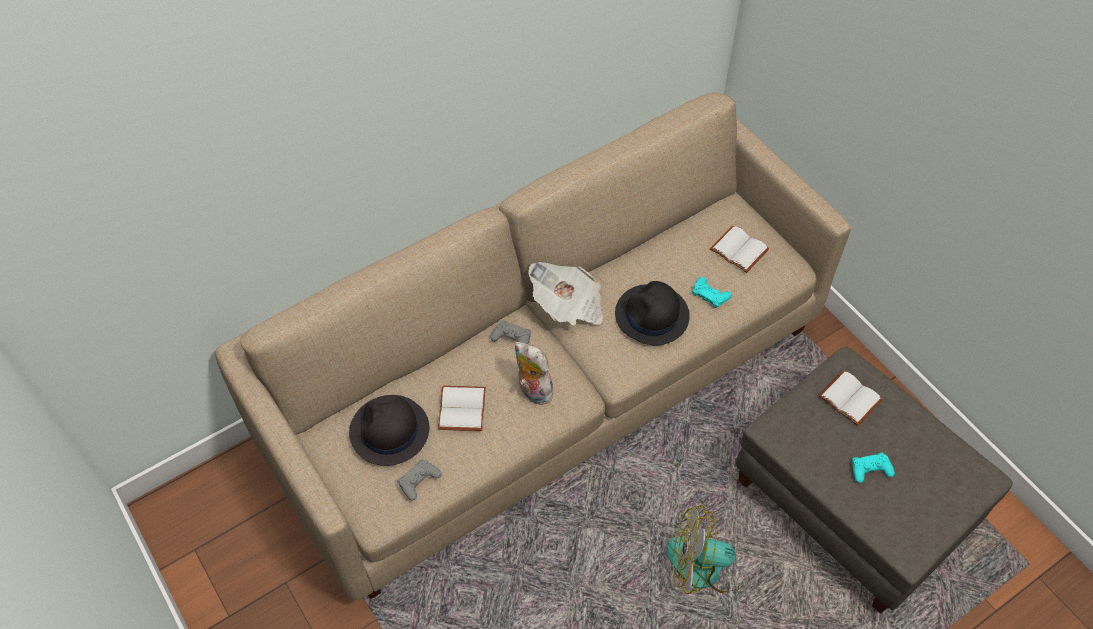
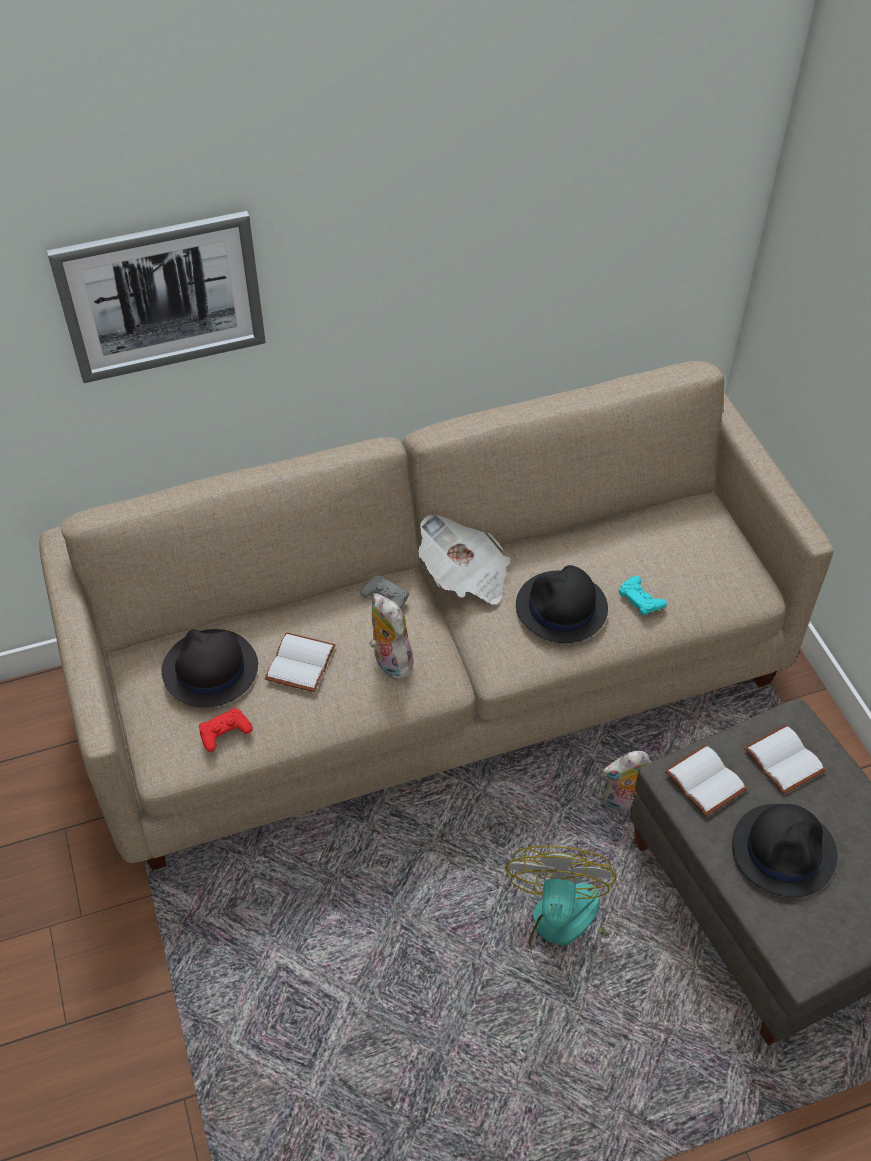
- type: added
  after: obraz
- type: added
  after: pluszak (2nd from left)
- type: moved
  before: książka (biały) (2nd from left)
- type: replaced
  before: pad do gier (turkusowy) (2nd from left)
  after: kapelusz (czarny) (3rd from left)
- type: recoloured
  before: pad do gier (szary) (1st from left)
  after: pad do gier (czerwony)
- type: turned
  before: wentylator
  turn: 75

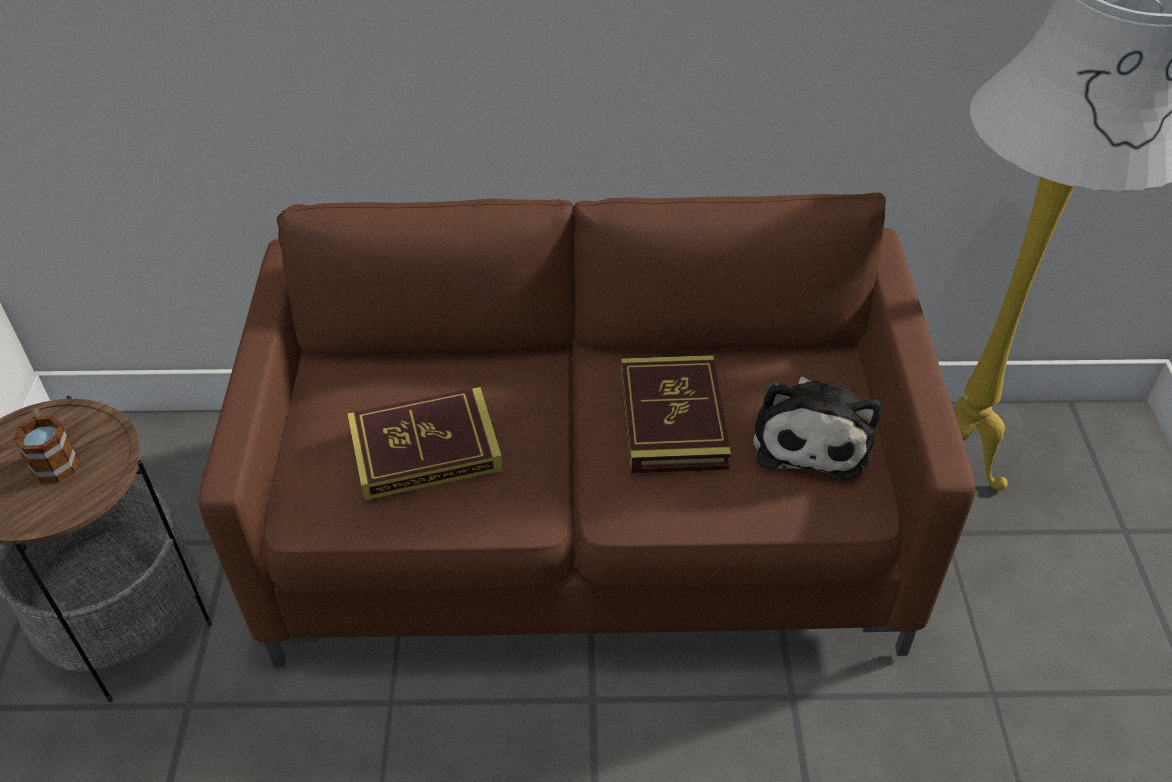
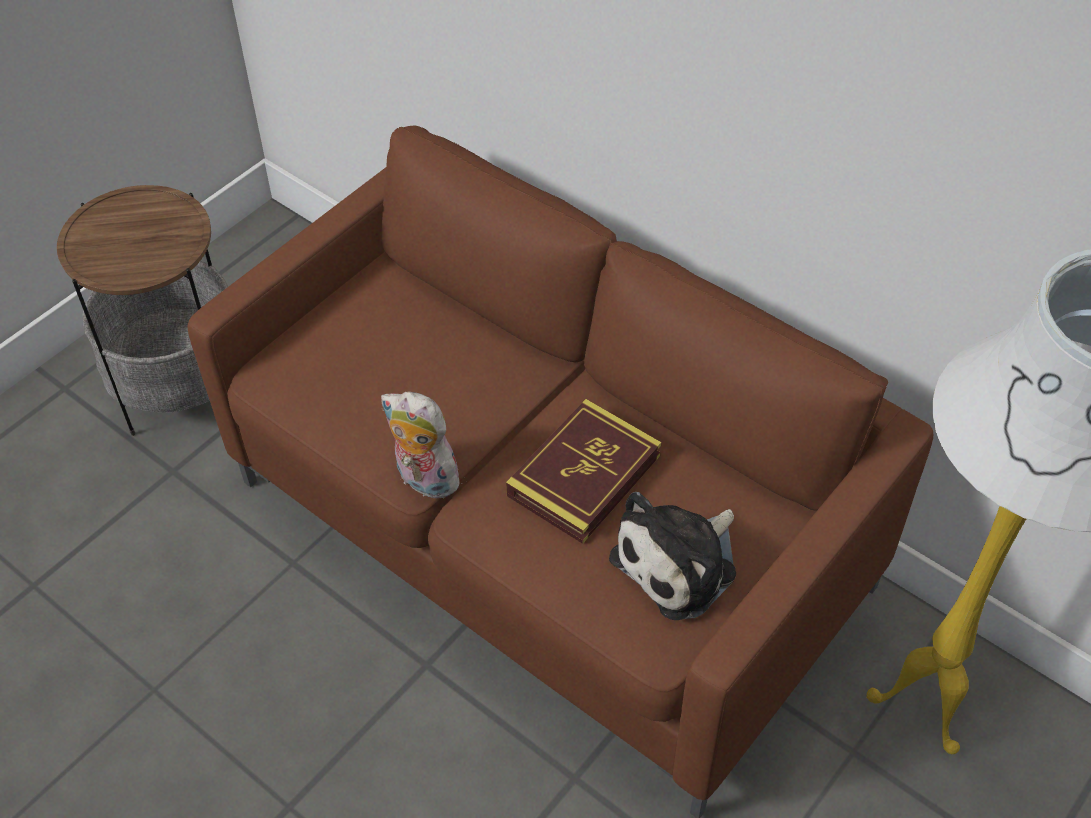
- type: removed
  before: kubek
- type: removed
  before: książka (1st from left)
- type: added
  after: pluszak (1st from left)

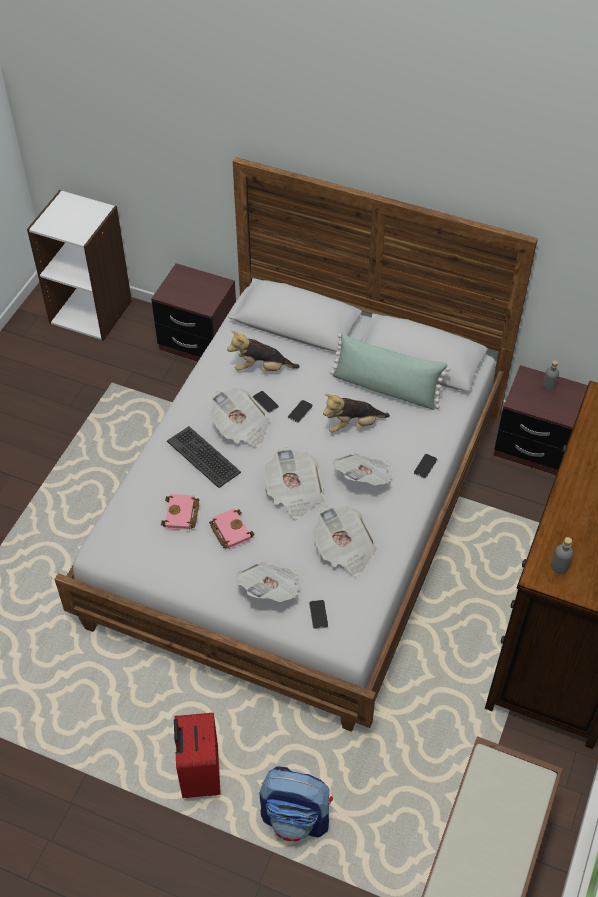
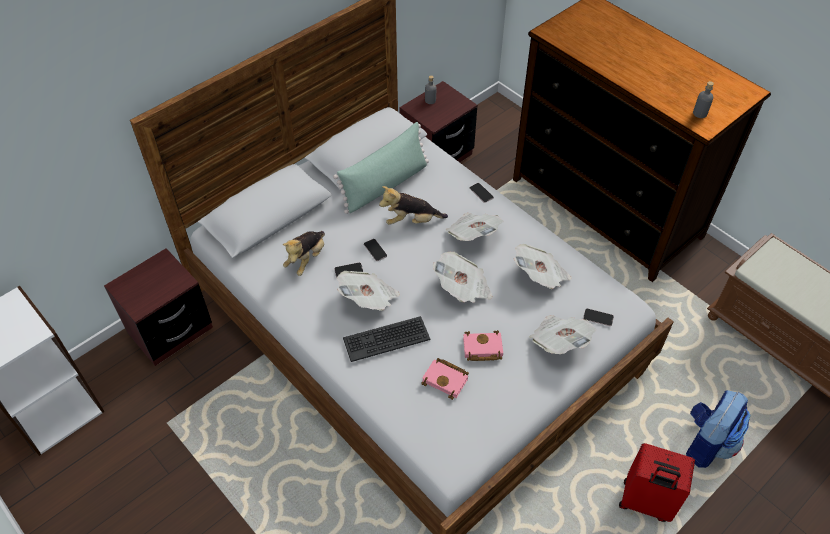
- type: turned
  before: pluszak (2nd from left)
  turn: 75

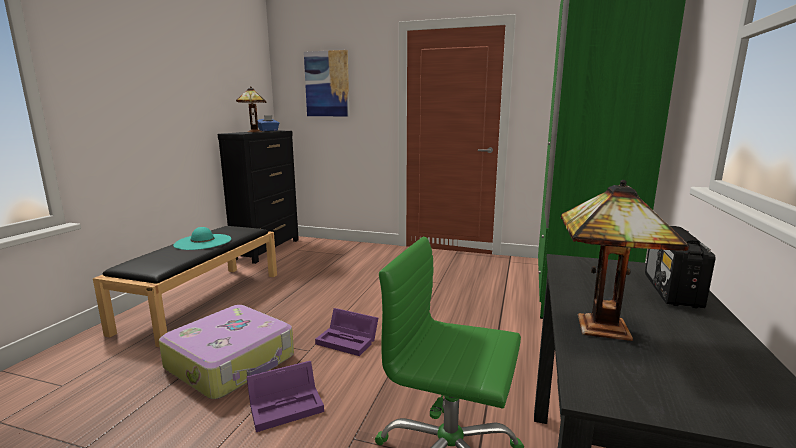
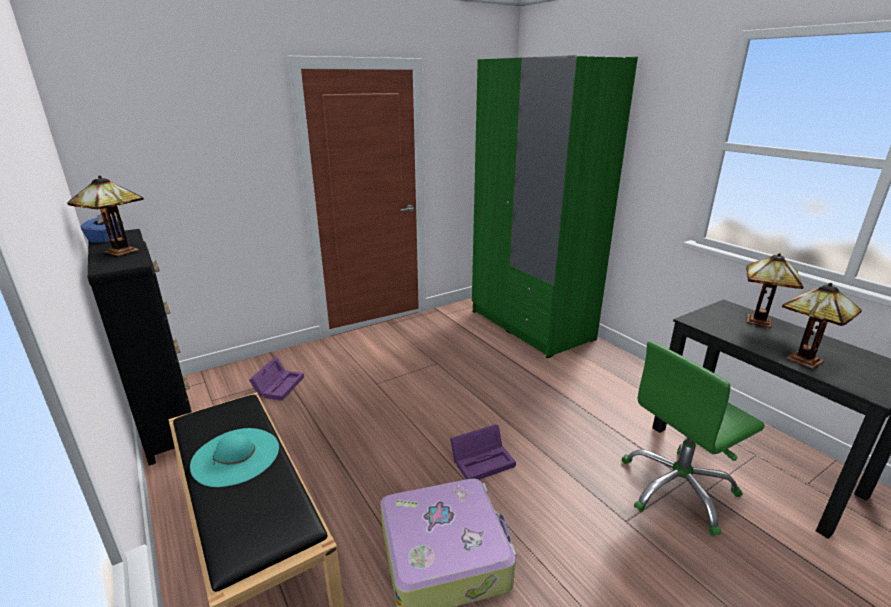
- type: removed
  before: obraz
- type: moved
  before: pojemnik do przechowywania (fioletowy) (1st from left)
- type: replaced
  before: radio
  after: lampa stołowa (2nd from left)

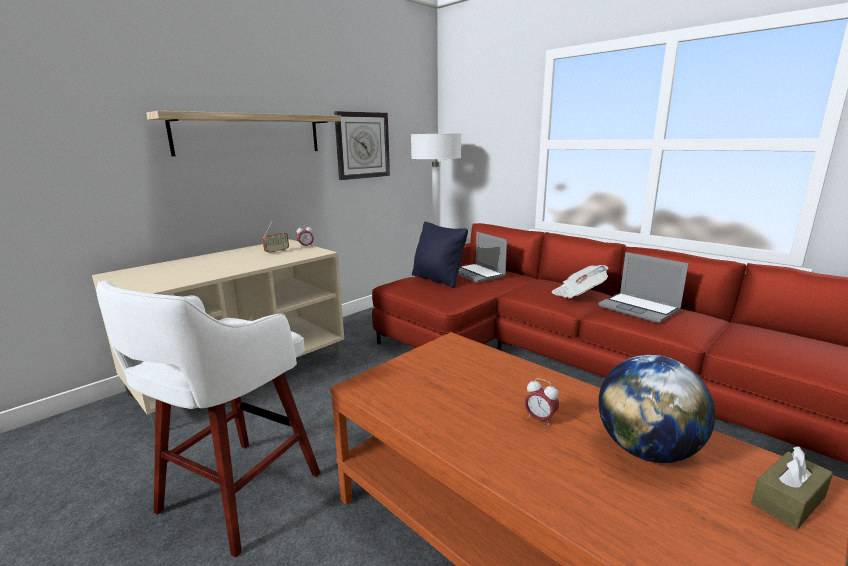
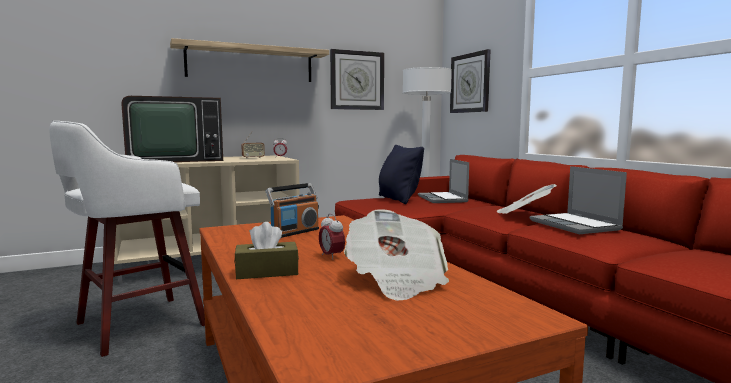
- type: added
  after: telewizor
- type: added
  after: radio (2nd from left)
- type: added
  after: zegar ścienny (2nd from left)
- type: moved
  before: pudełko chusteczek (brązowy)
- type: replaced
  before: globus
  after: gazeta (1st from left)

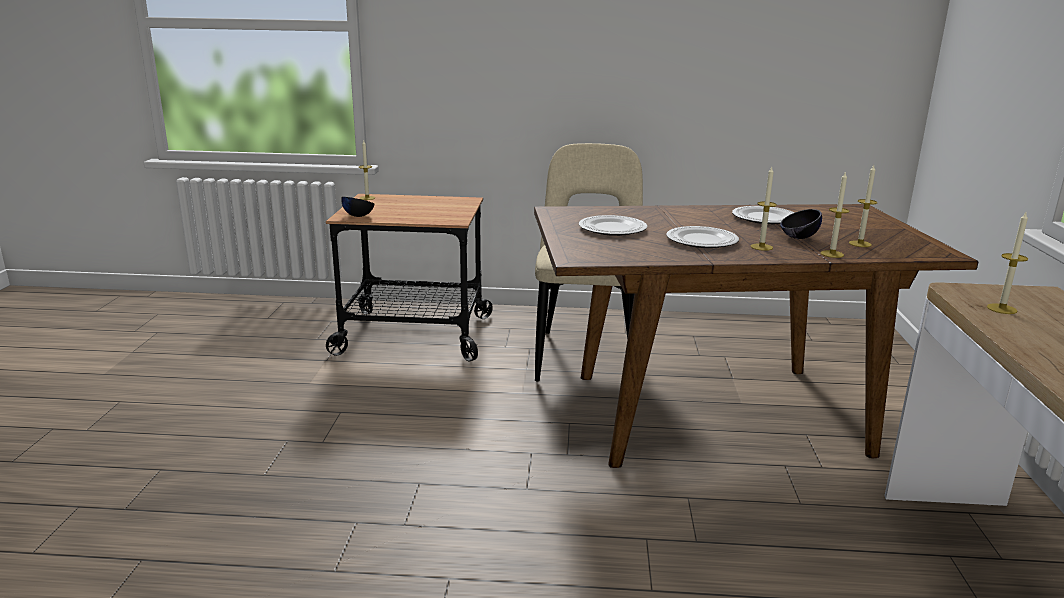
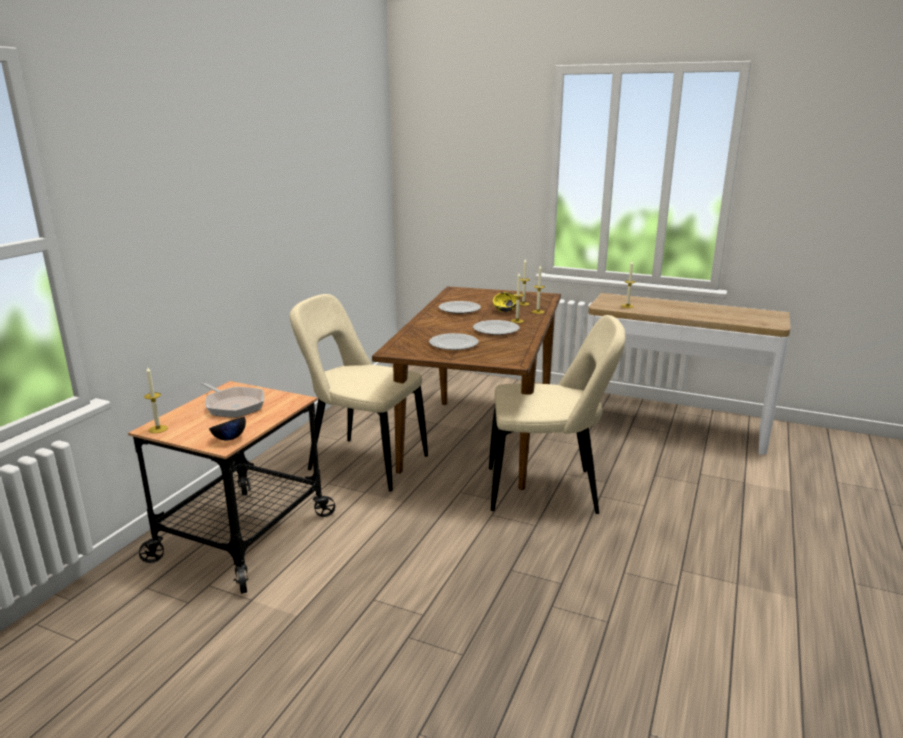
- type: added
  after: patelnia
- type: added
  after: krzesło (beżowy) (2nd from left)
- type: recoloured
  before: miska (czarny) (2nd from left)
  after: miska (żółty)

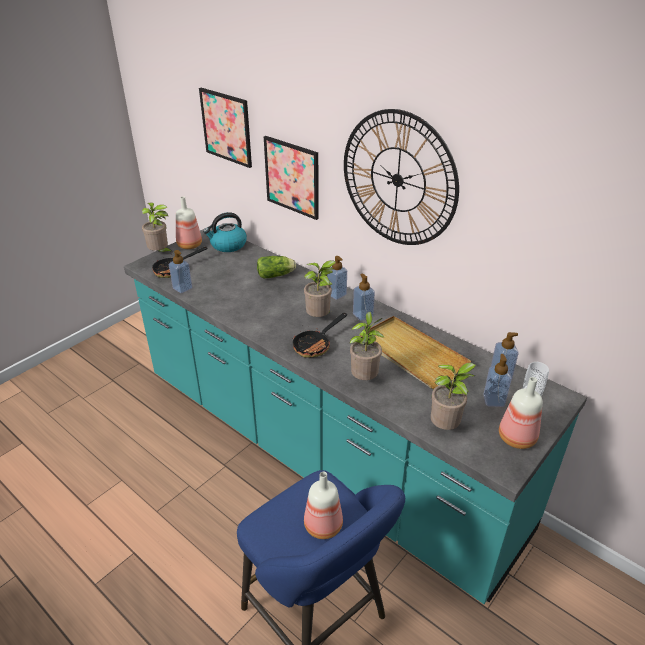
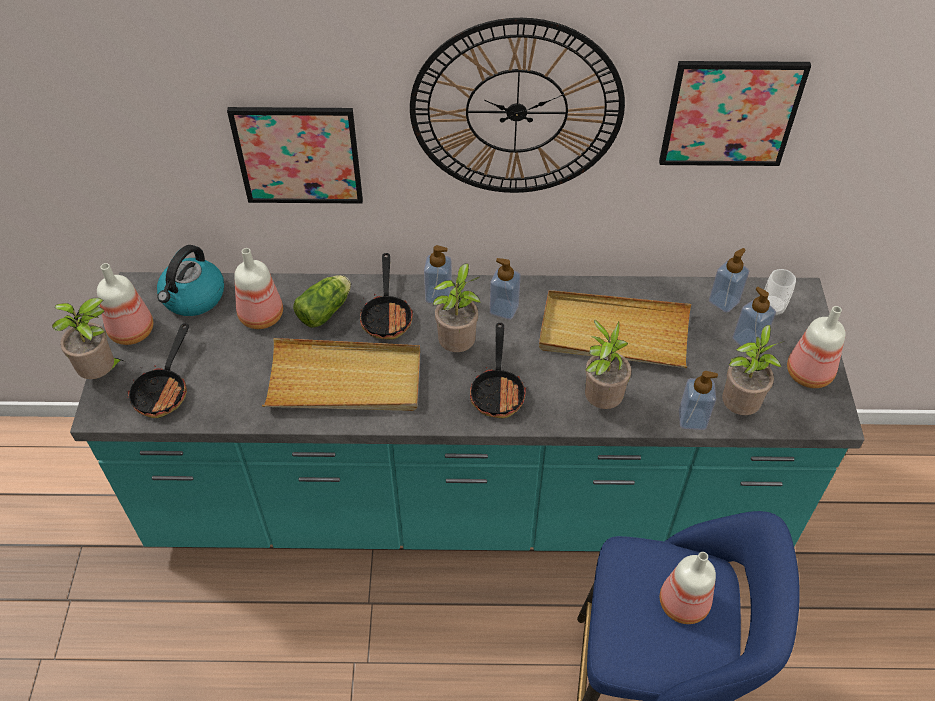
- type: added
  after: butelka (2nd from left)
- type: added
  after: taca (beżowy) (1st from left)
- type: added
  after: patelnia (2nd from left)
- type: moved
  before: dozownik mydła (1st from left in the first image)
  after: dozownik mydła (3rd from left)
- type: moved
  before: obraz (1st from left in the first image)
  after: obraz (2nd from left)

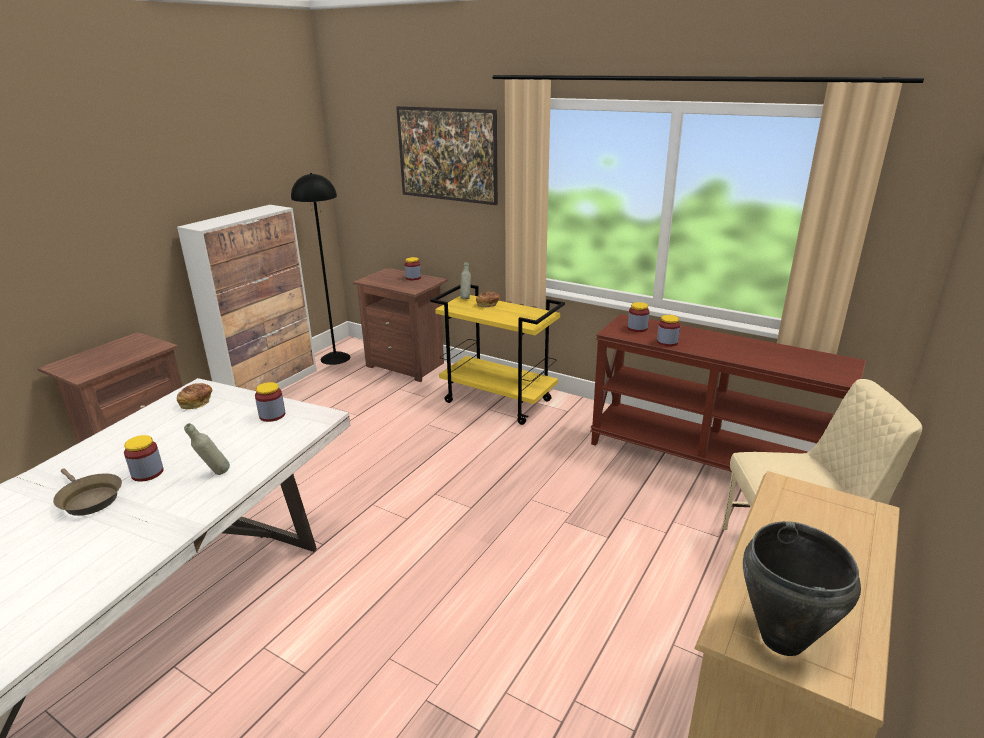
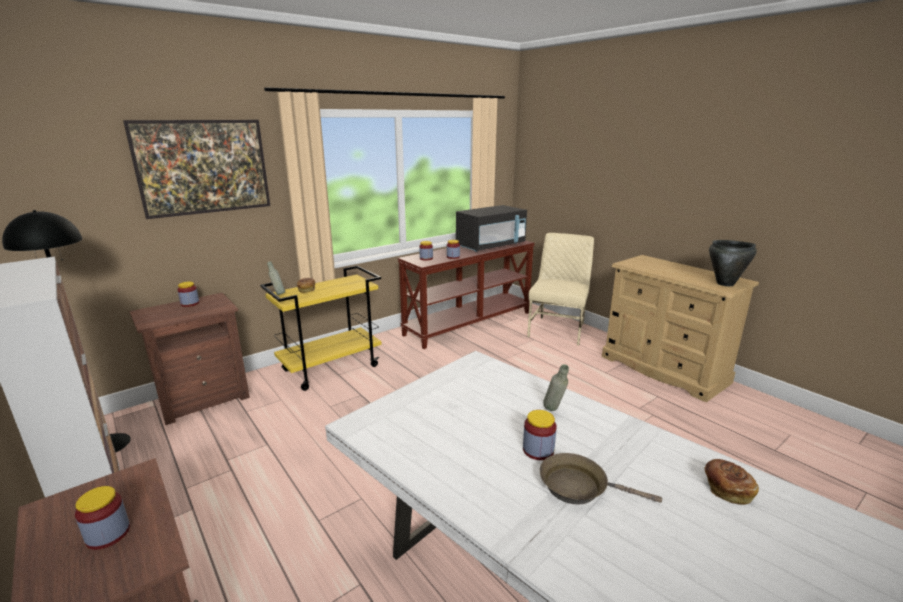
- type: added
  after: mikrofalówka (czarny)
- type: moved
  before: chleb (1st from left in the first image)
  after: chleb (2nd from left)
- type: moved
  before: słoik (2nd from left in the first image)
  after: słoik (1st from left)
- type: turned
  before: patelnia (brązowy)
  turn: -135

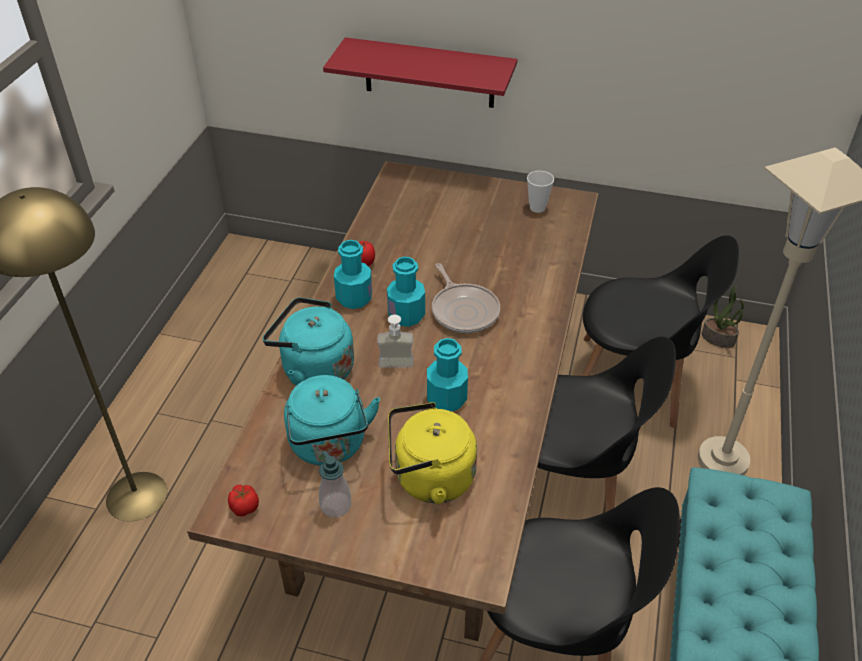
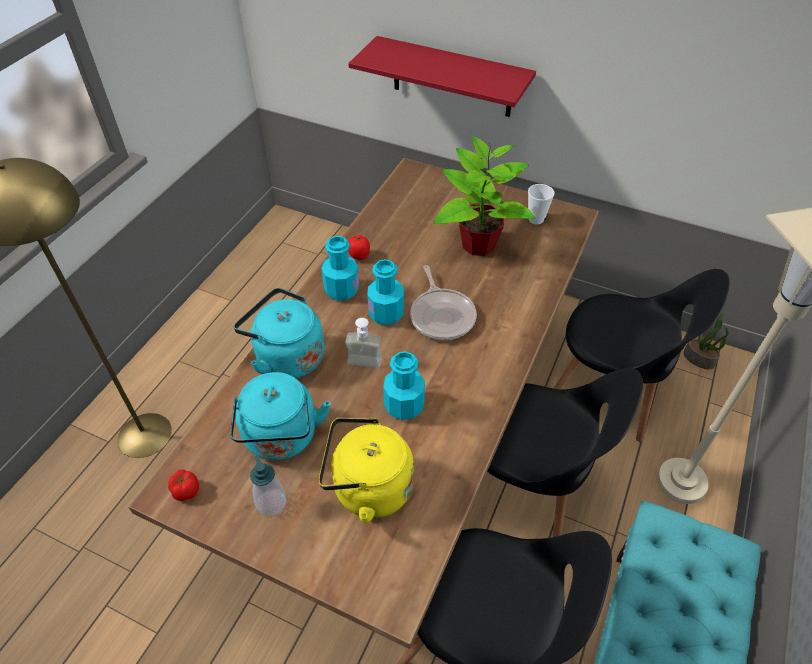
- type: added
  after: roślina doniczkowa (1st from left)

